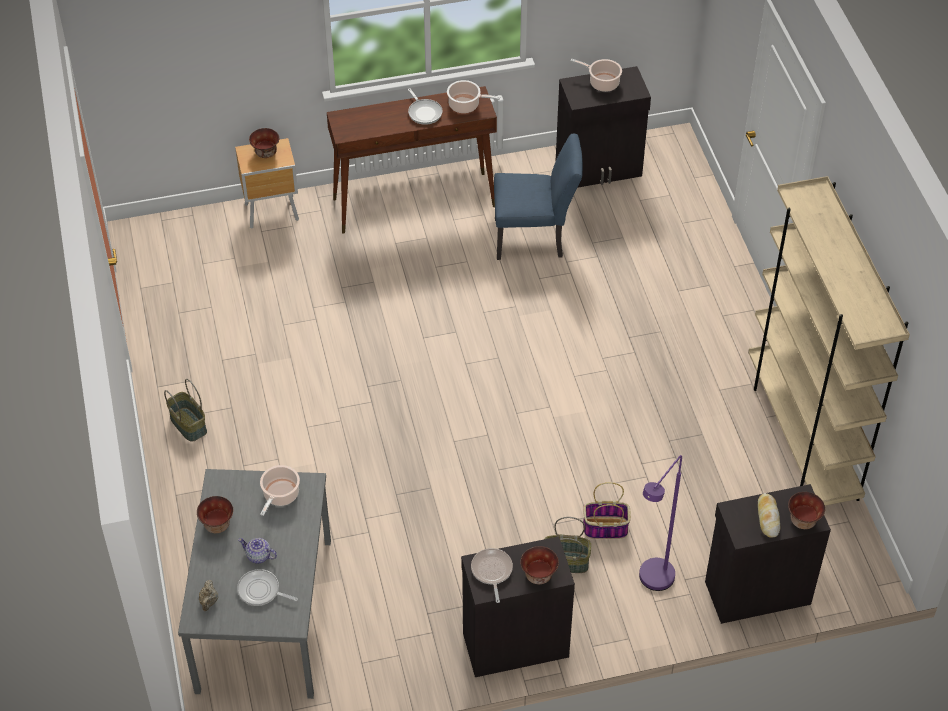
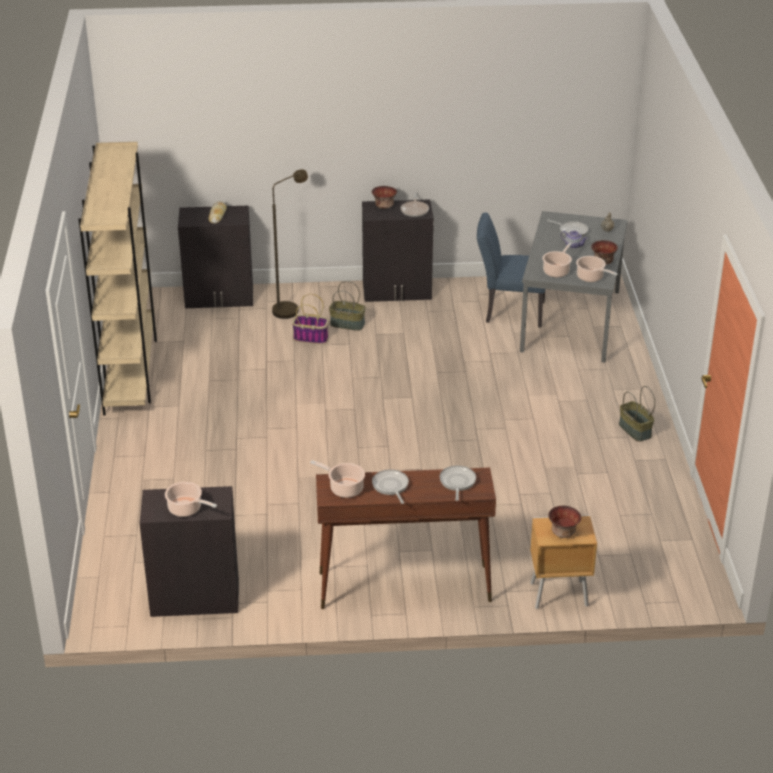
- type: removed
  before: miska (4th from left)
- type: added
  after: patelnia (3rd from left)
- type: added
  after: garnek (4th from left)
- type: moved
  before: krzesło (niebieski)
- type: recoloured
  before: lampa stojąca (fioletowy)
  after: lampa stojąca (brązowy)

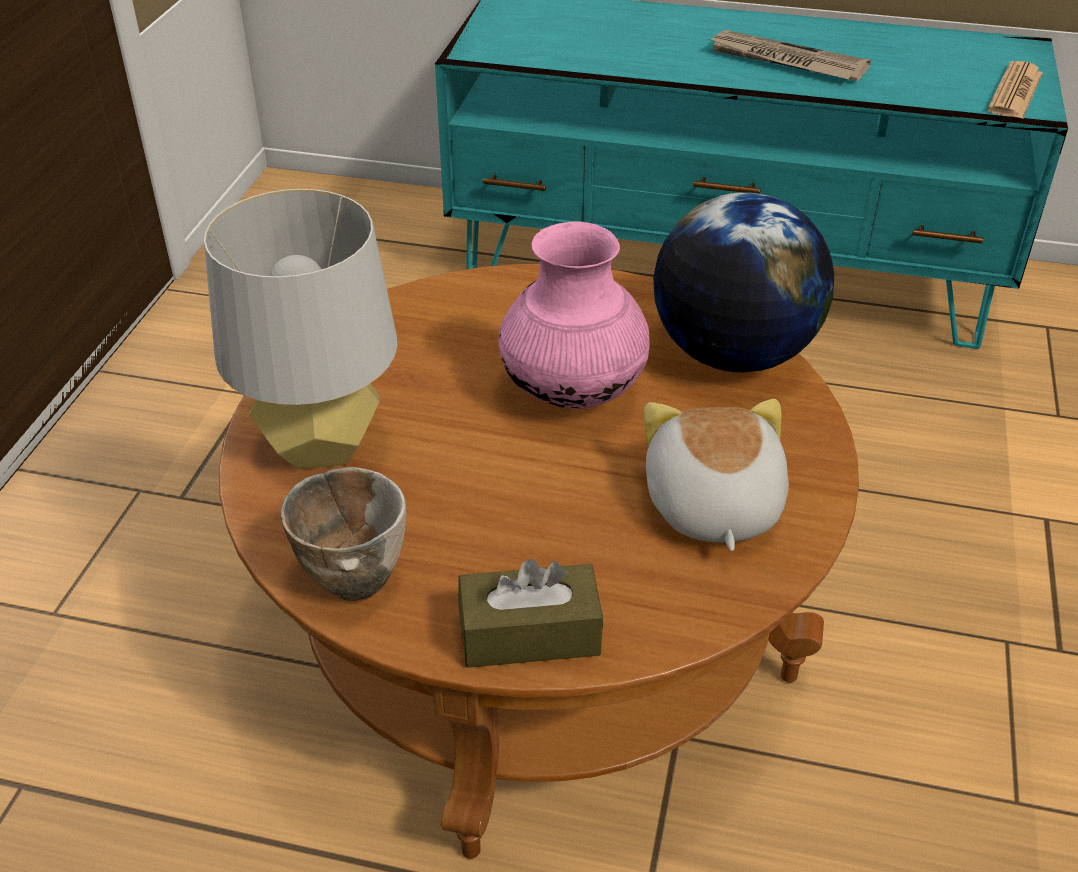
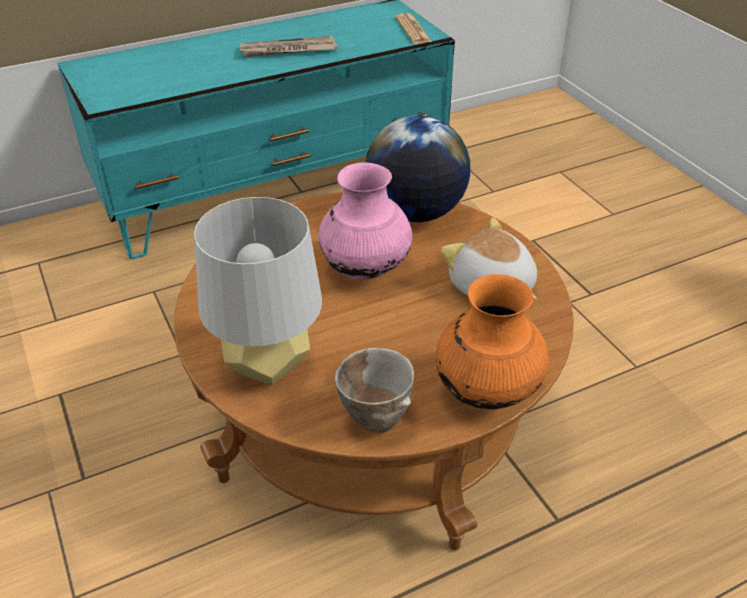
- type: replaced
  before: pudełko chusteczek (brązowy)
  after: wazon (pomarańczowy)

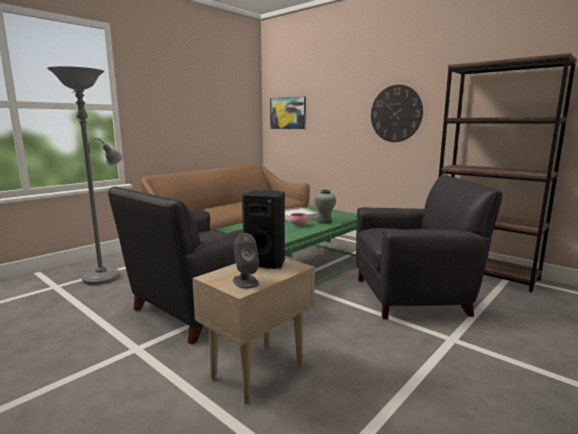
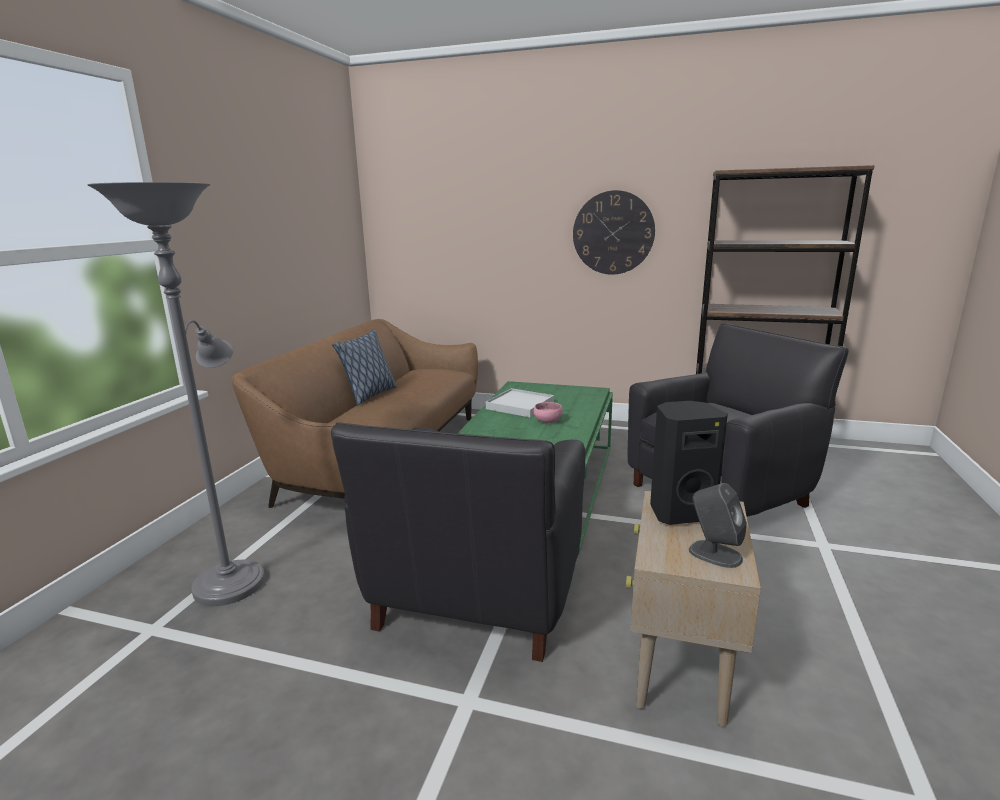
- type: removed
  before: obraz
- type: removed
  before: wazon (szary)
- type: added
  after: poduszka

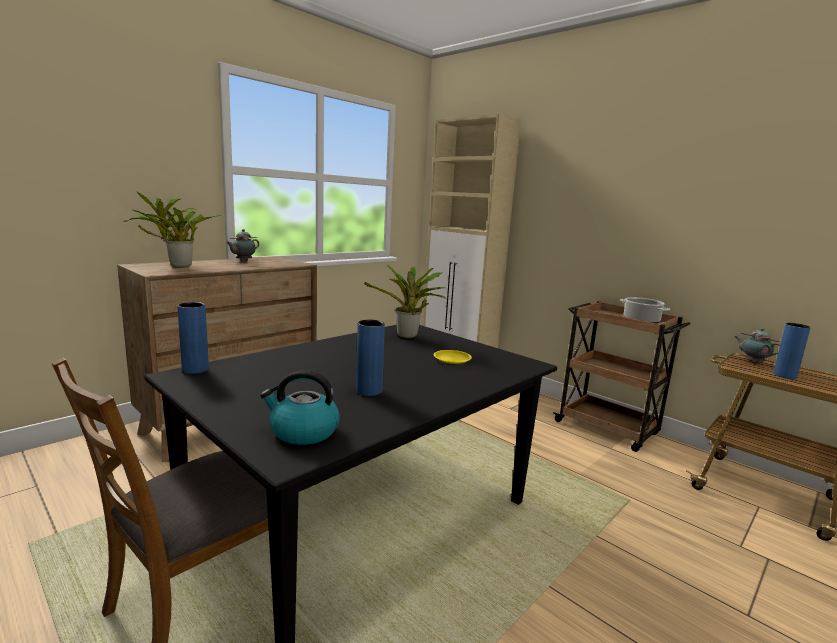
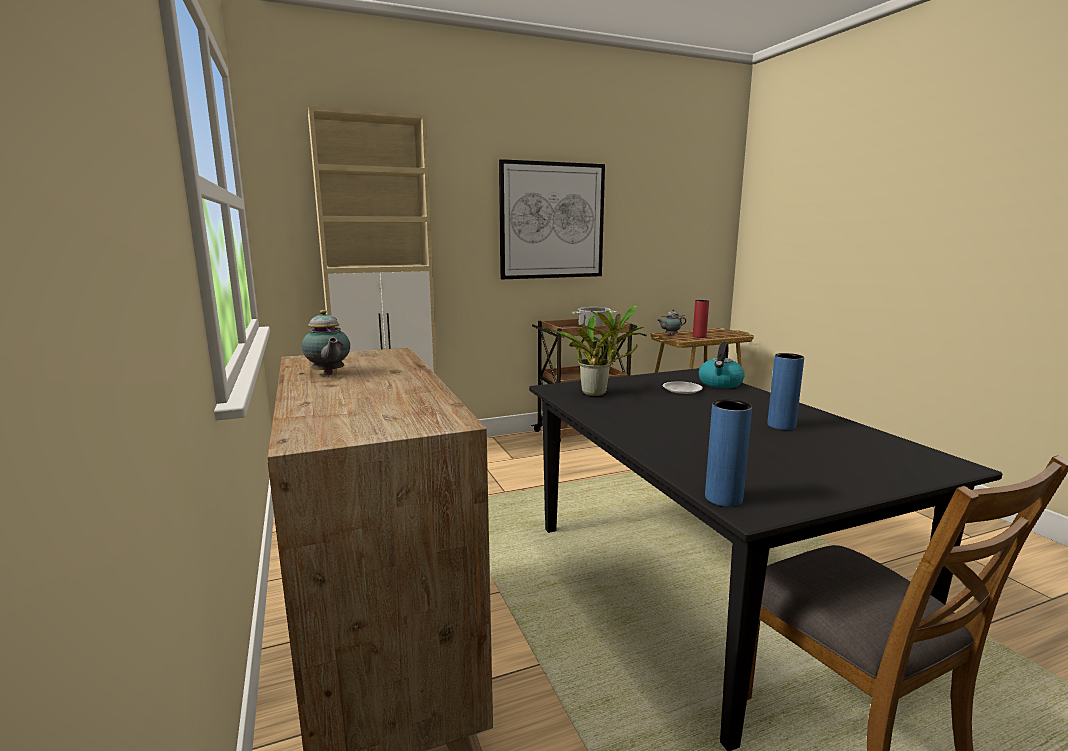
- type: removed
  before: roślina doniczkowa (1st from left)
- type: added
  after: obraz
- type: moved
  before: czajnik
- type: recoloured
  before: talerz (żółty)
  after: talerz (biały)
- type: recoloured
  before: wazon (niebieski) (3rd from left)
  after: wazon (czerwony)

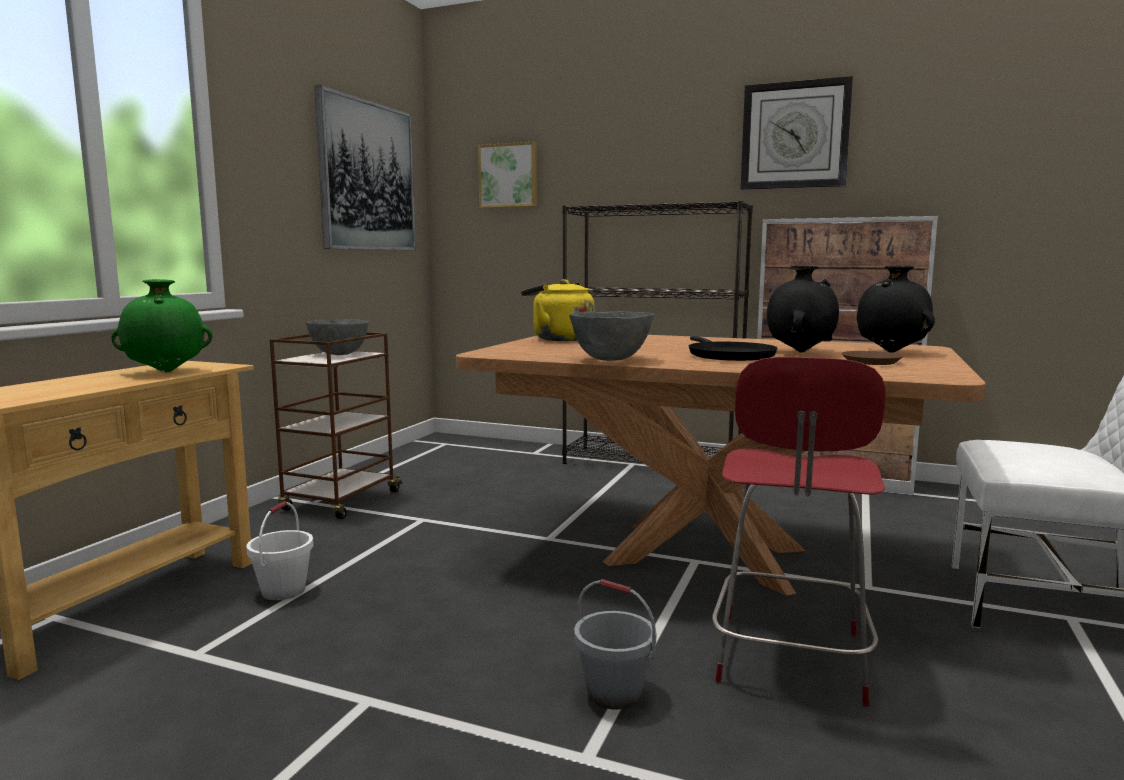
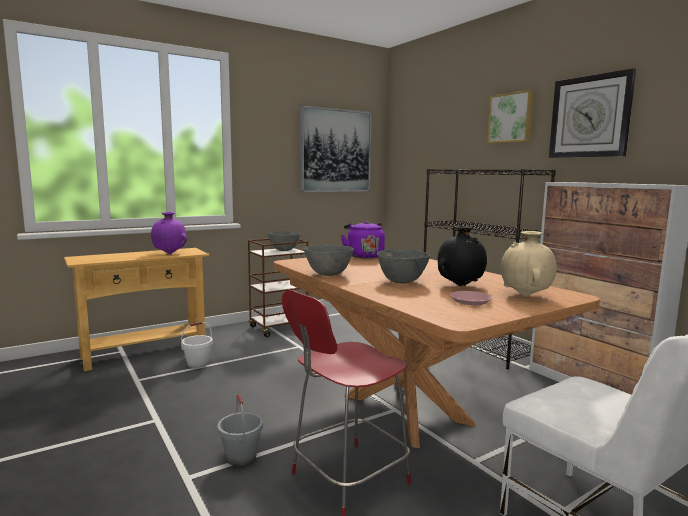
- type: moved
  before: obraz (2nd from left)
- type: replaced
  before: patelnia (czarny)
  after: miska (szary) (3rd from left)
- type: recoloured
  before: wazon (zielony)
  after: wazon (fioletowy)
- type: recoloured
  before: czajnik (żółty)
  after: czajnik (fioletowy)
- type: recoloured
  before: talerz (brązowy)
  after: talerz (różowy)
- type: recoloured
  before: wazon (czarny) (2nd from left)
  after: wazon (beżowy)

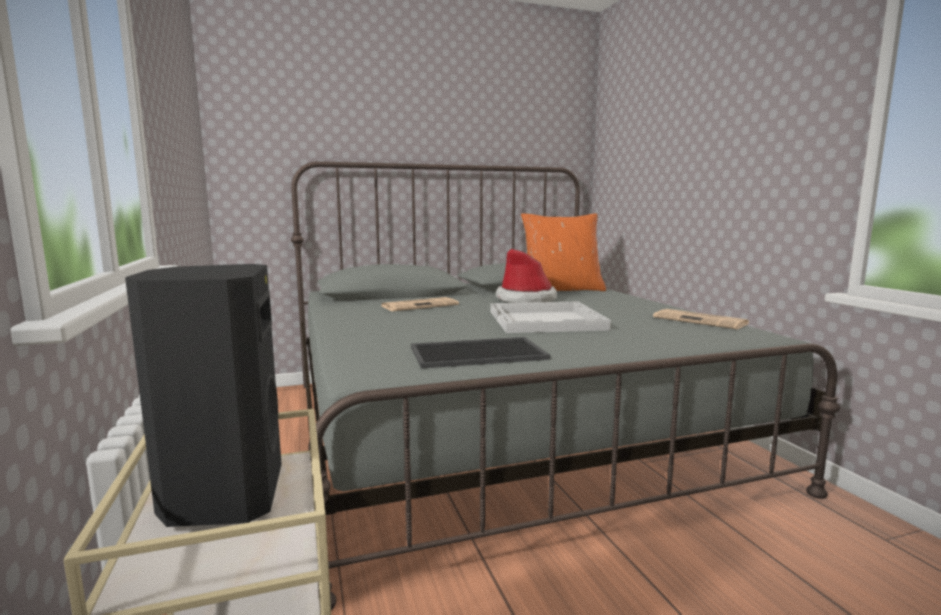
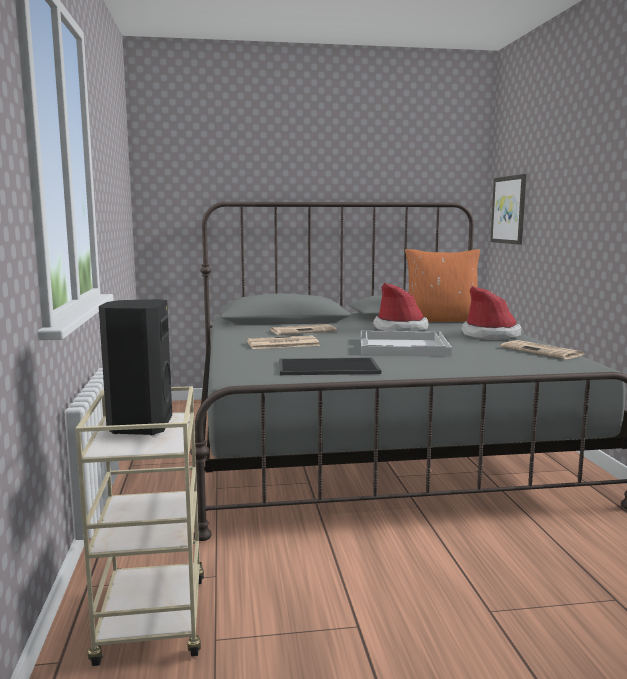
- type: added
  after: gazeta (1st from left)
- type: added
  after: kapelusz (2nd from left)
- type: added
  after: obraz

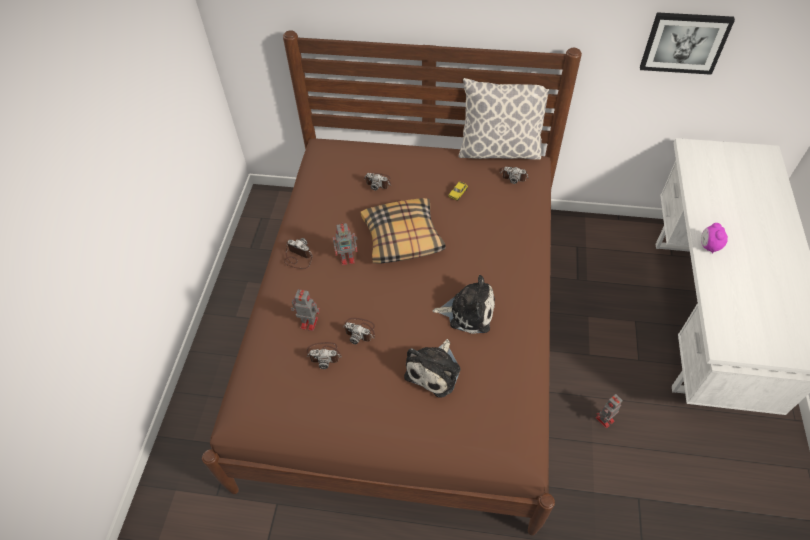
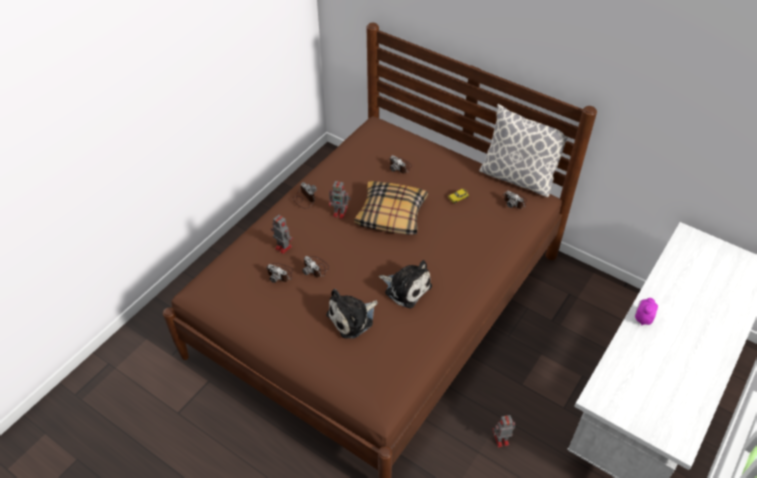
- type: removed
  before: obraz

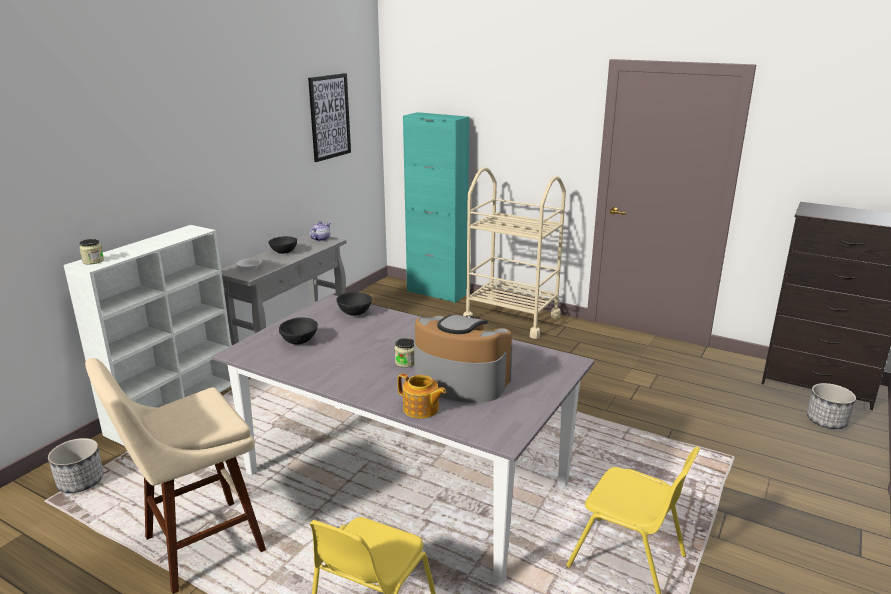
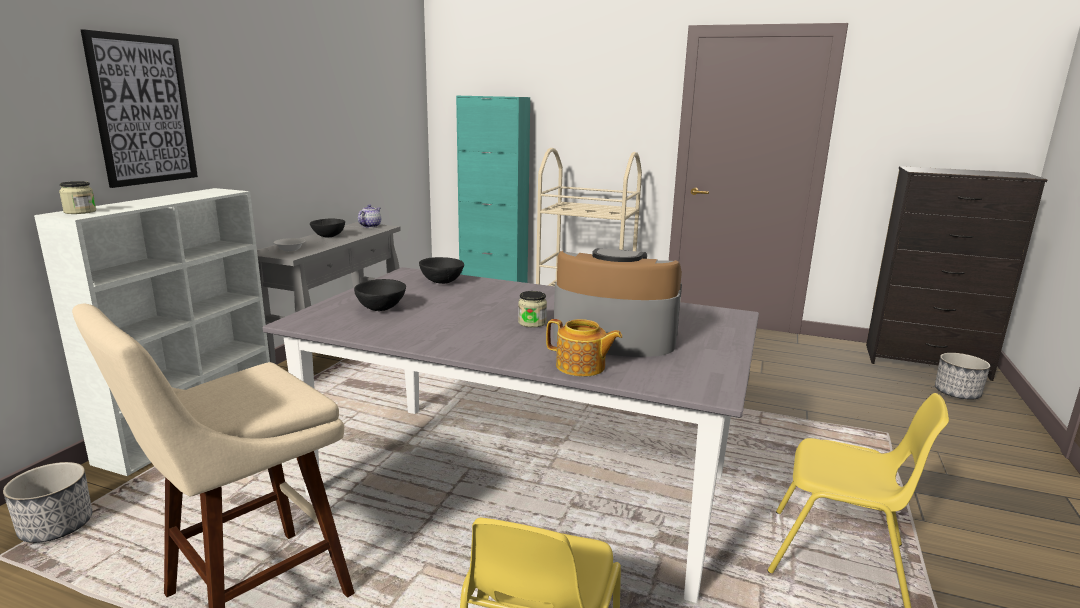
- type: moved
  before: obraz

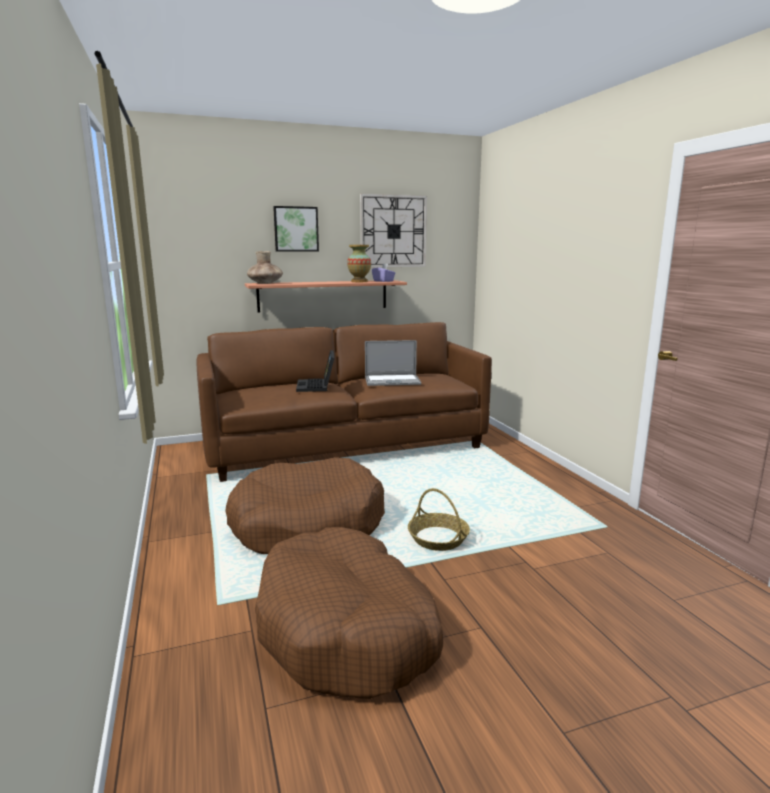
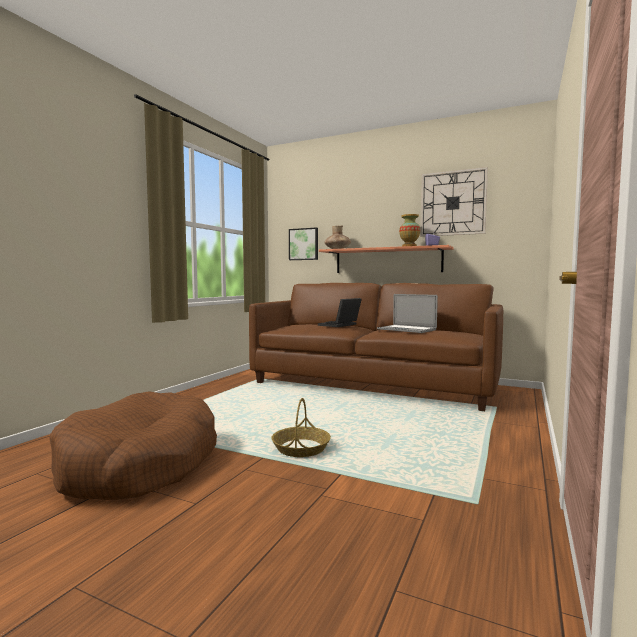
- type: removed
  before: legowisko (brązowy) (1st from left)
- type: moved
  before: obraz

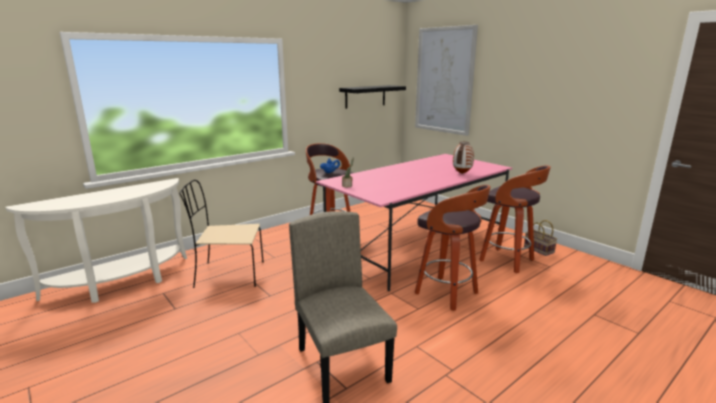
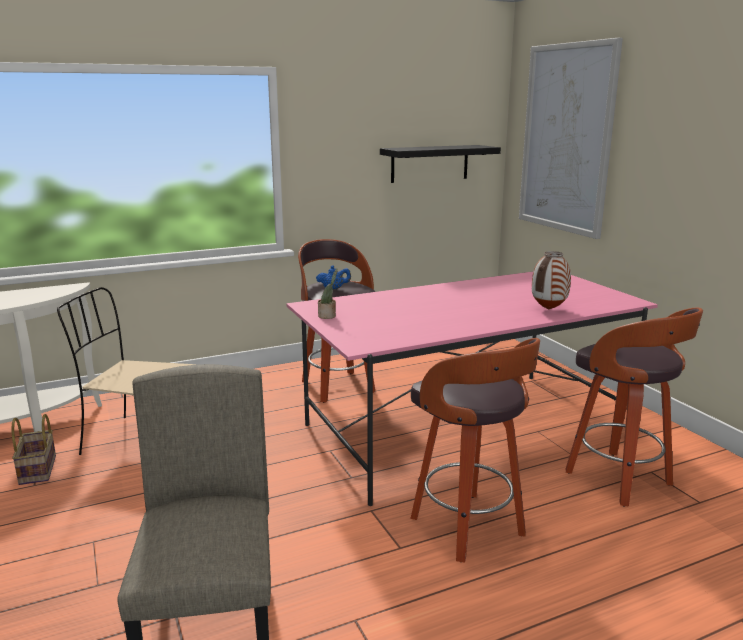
- type: moved
  before: koszyk

